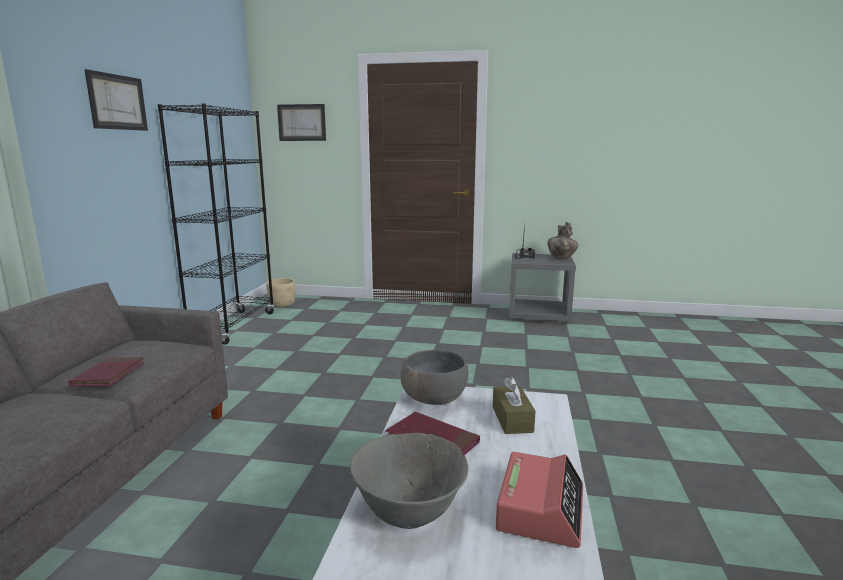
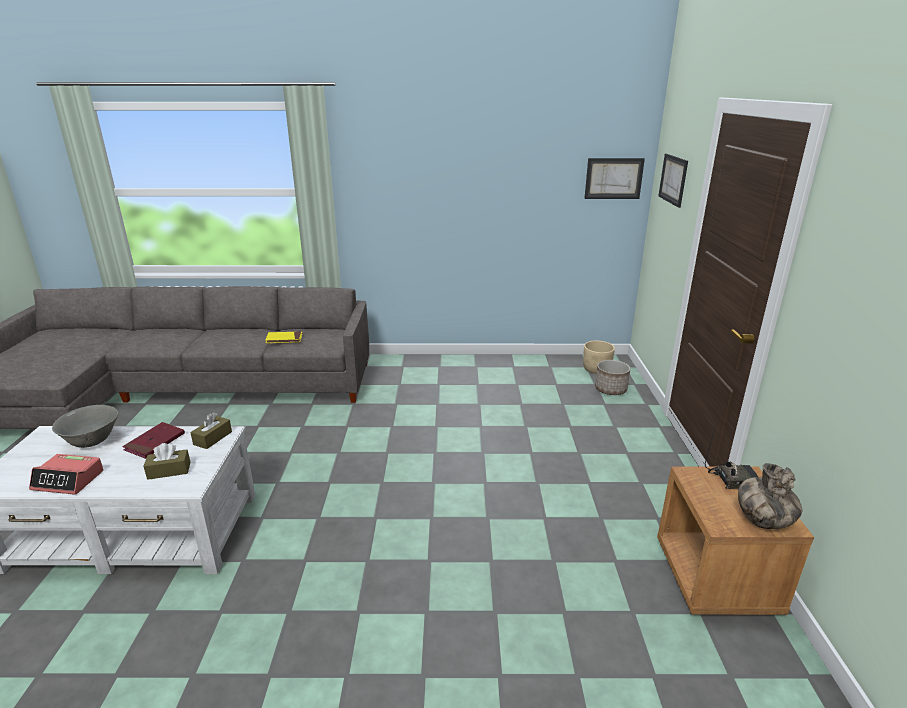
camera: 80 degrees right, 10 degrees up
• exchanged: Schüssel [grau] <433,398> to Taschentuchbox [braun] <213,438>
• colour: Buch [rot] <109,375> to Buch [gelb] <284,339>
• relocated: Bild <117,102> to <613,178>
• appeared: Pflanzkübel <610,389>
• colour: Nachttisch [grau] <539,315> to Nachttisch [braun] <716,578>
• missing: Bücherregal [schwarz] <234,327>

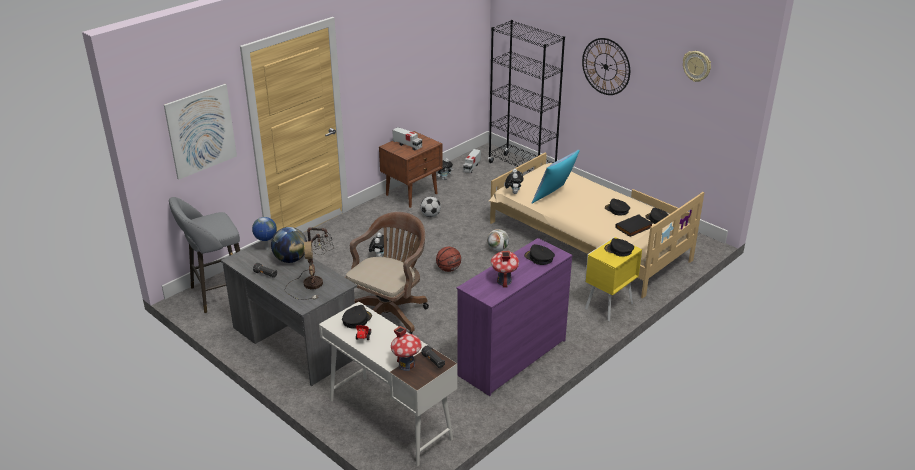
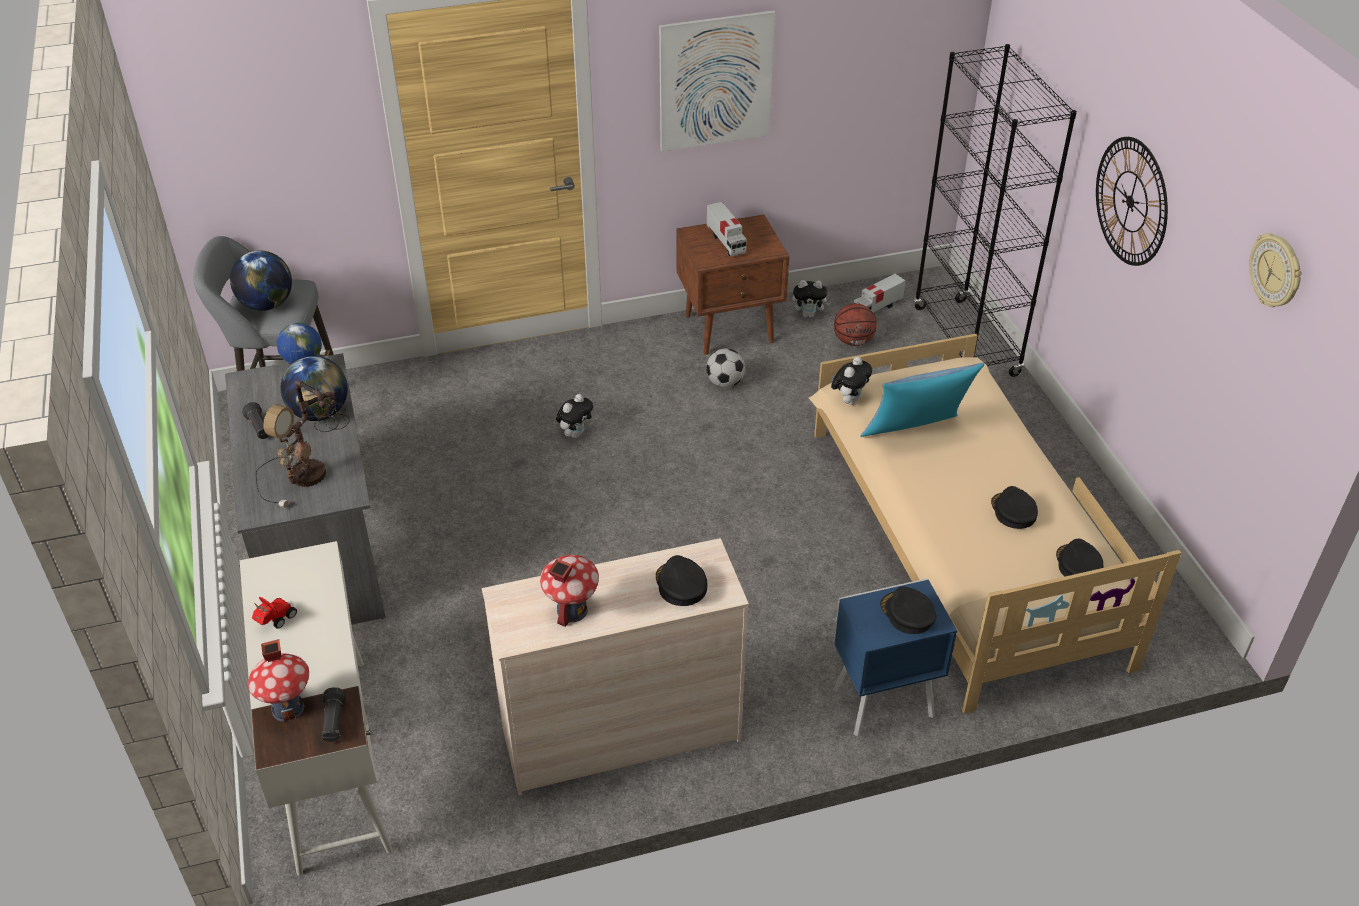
camera: 30 degrees right, 10 degrees up
• appeared: Globus <267,304>
• colour: Kommode [lila] <511,357> to Kommode [beige] <620,733>
• relocated: Bild <201,131> to <715,81>
• colour: Nachttisch [gelb] <607,306> to Nachttisch [blau] <880,703>
• relocated: Basketball <448,269> to <853,341>
• missing: Kappe [schwarz] <356,319>
• missing: Bürostuhl [braun] <389,313>
• missing: Fußball <497,249>
• missing: Buch [schwarz] <634,228>

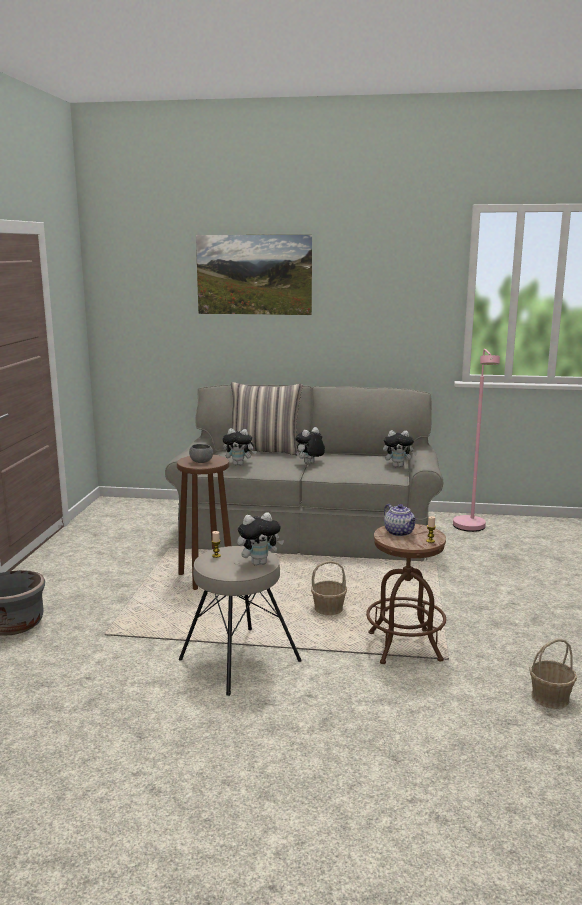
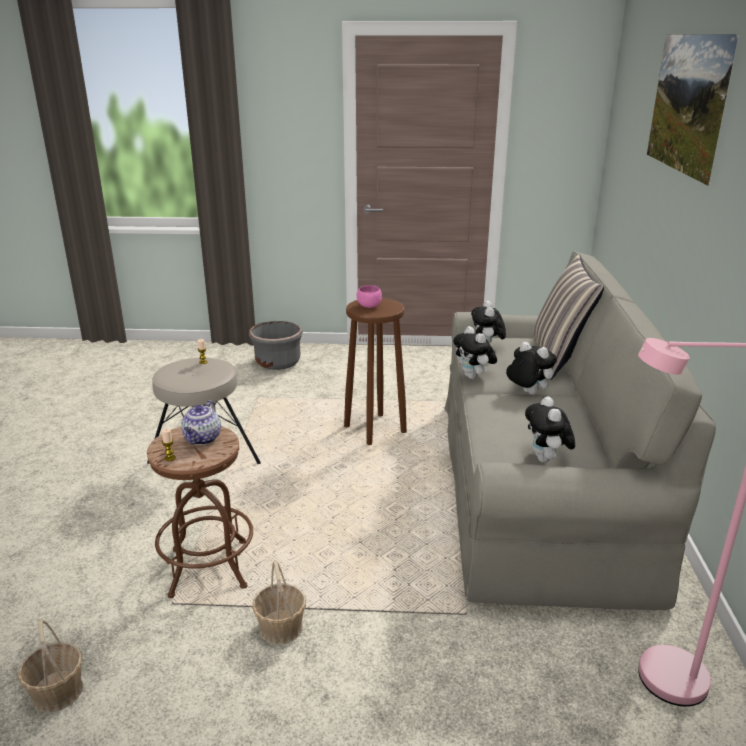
camera: 85 degrees right, 10 degrees up
• spun: Teekanne <400,532> = <202,439> 45 degrees counterclockwise
• relocated: Korb <329,609> to <281,628>
• colour: Schüssel [grau] <201,462> to Schüssel [rosa] <369,306>
• relocated: Plüschtier <259,563> to <473,377>

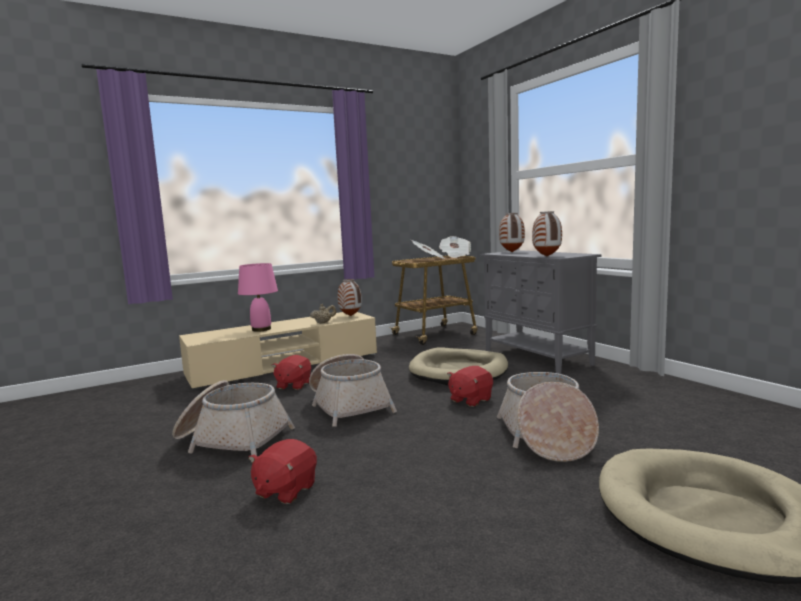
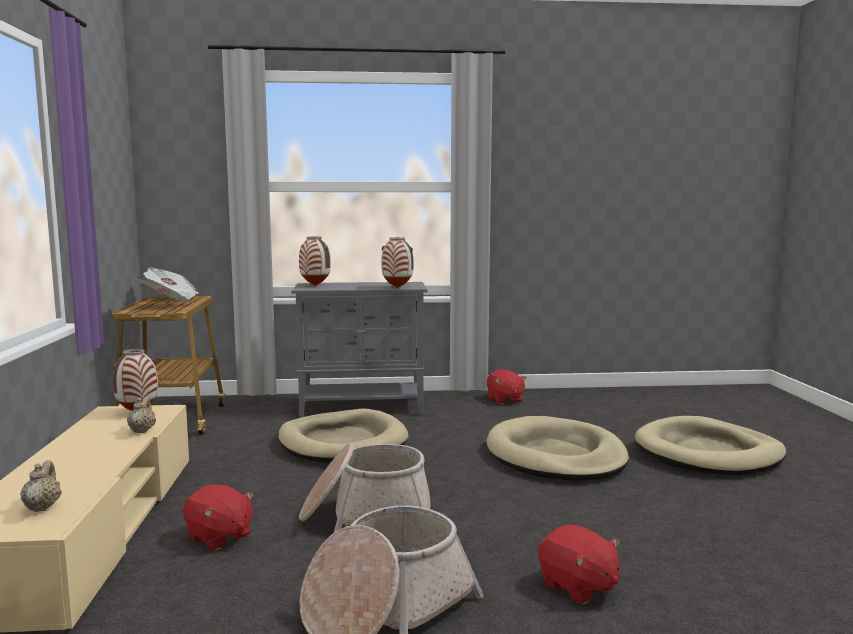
camera: 65 degrees left, 0 degrees up
• appeared: Teekanne [beige] <42,507>
• relocated: Plüschtier [rot] <470,400> to <504,400>
• exchanged: Korb <546,436> to Hundebett [beige] <555,456>
• missing: Tischlampe [rosa] <261,329>

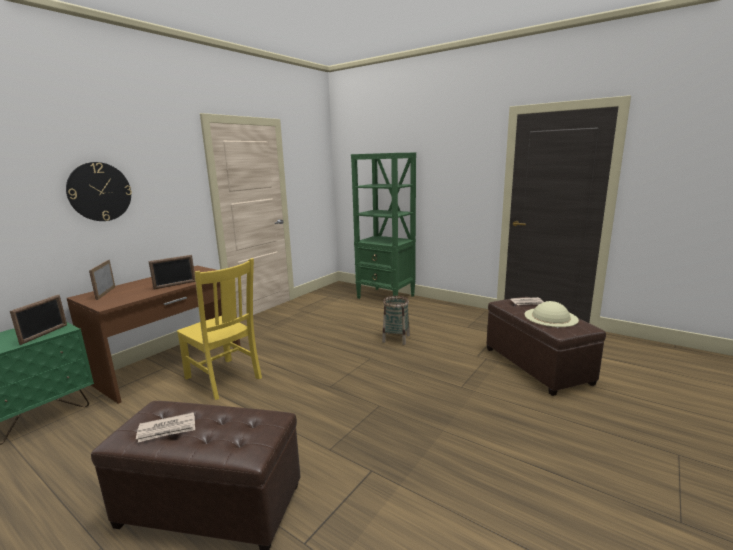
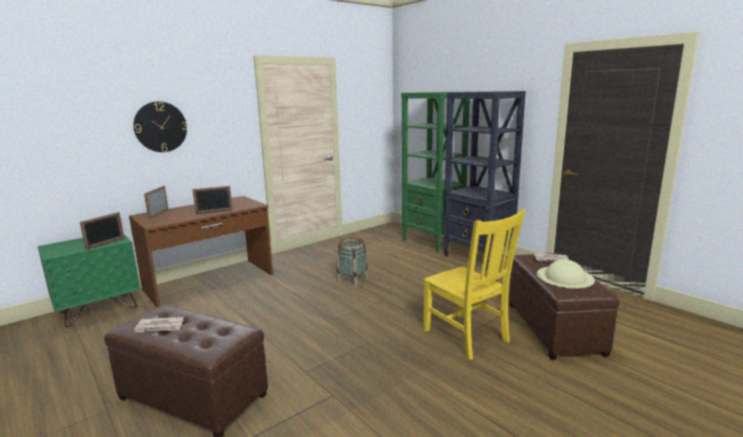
camera: 15 degrees right, 0 degrees up
• relocated: Korb <396,338> to <352,280>
• relocated: Stuhl [gelb] <224,379> to <467,337>
• appeared: Bücherregal [schwarz] <478,258>

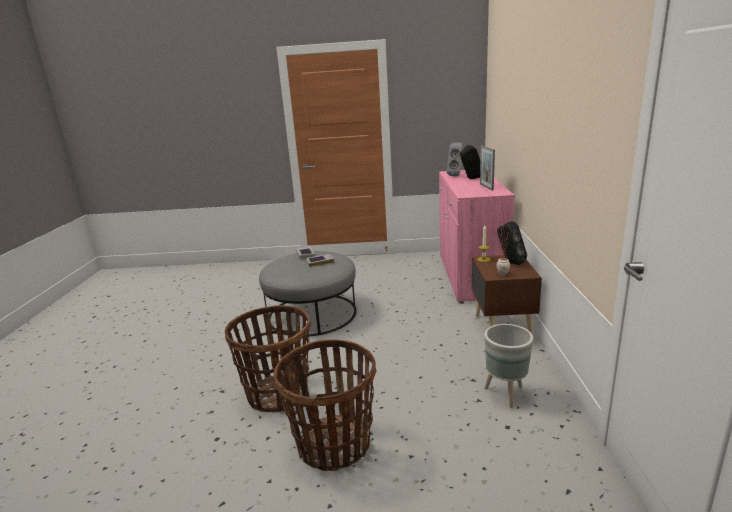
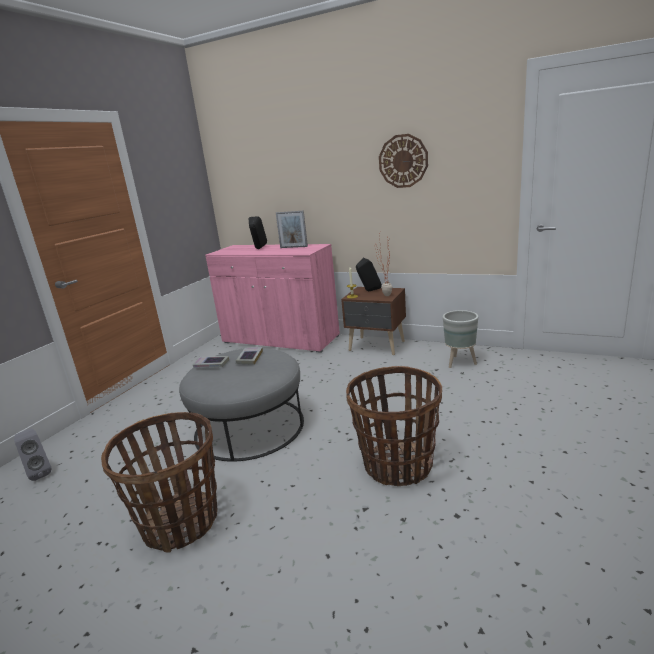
camera: 65 degrees left, 0 degrees up
• relocated: Lautsprecher [grau] <456,175> to <39,473>
• relocated: Korb <333,445> to <180,522>
• appeared: Wanduhr <403,161>

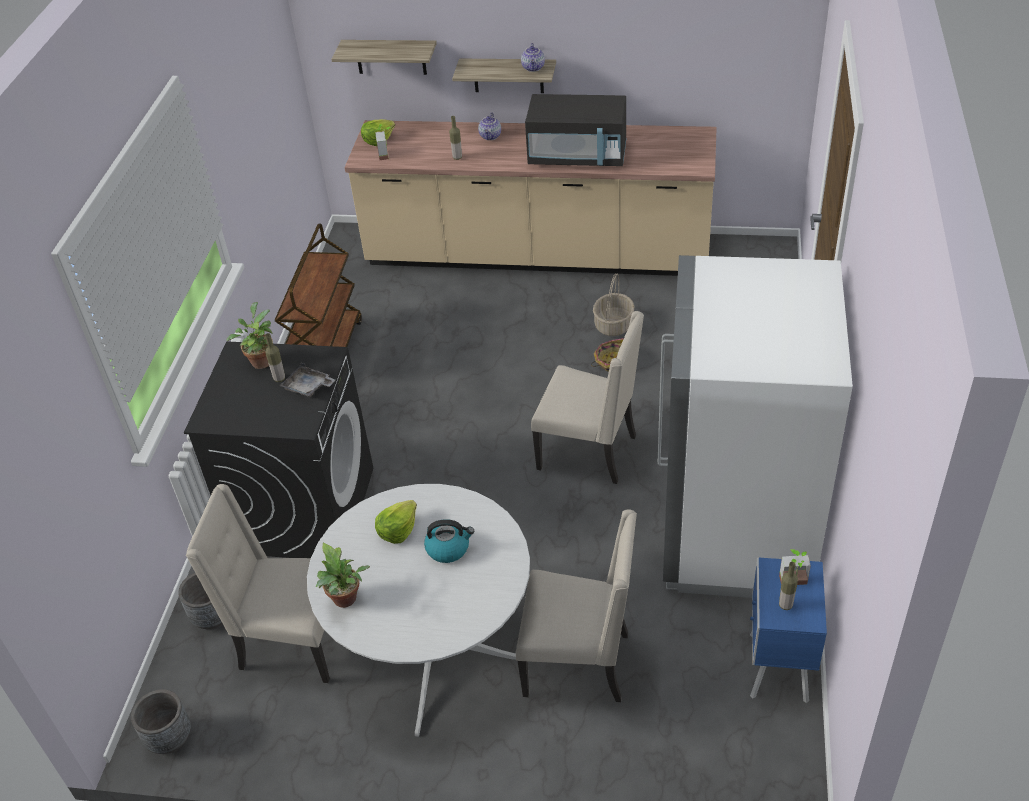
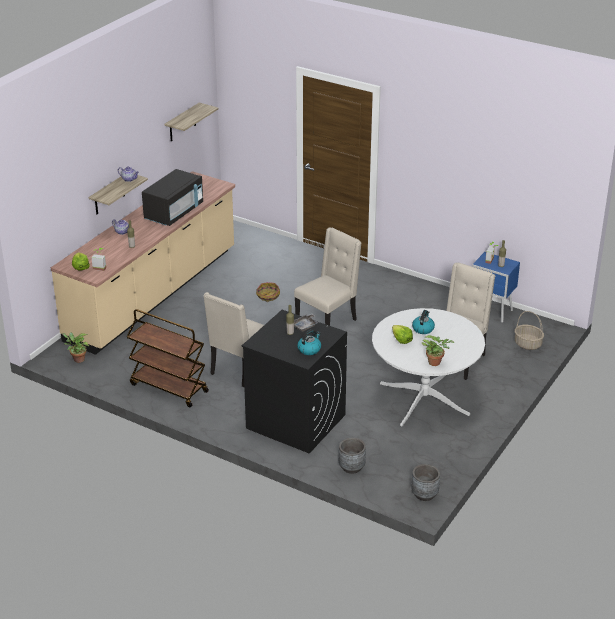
camera: 70 degrees left, 10 degrees down
• relocated: Topfpflanze <261,360> to <77,359>
• relocated: Wandregal <390,57> to <182,123>
• relocated: Stuhl [beige] <292,641> to <240,369>
• appeared: Wasserkessel <309,349>
• relocated: Korb <613,325> to <527,344>
• missing: Kühlschrank [weiß] <736,532>

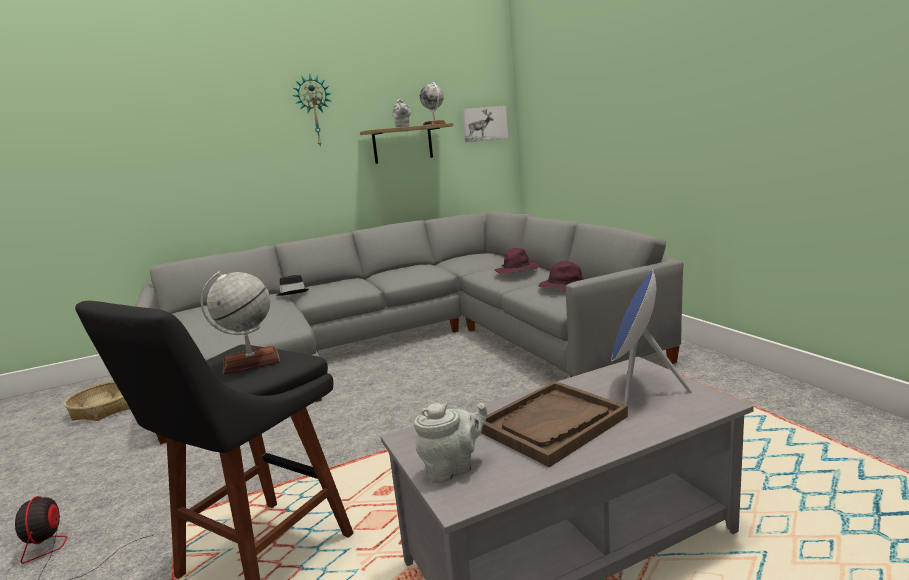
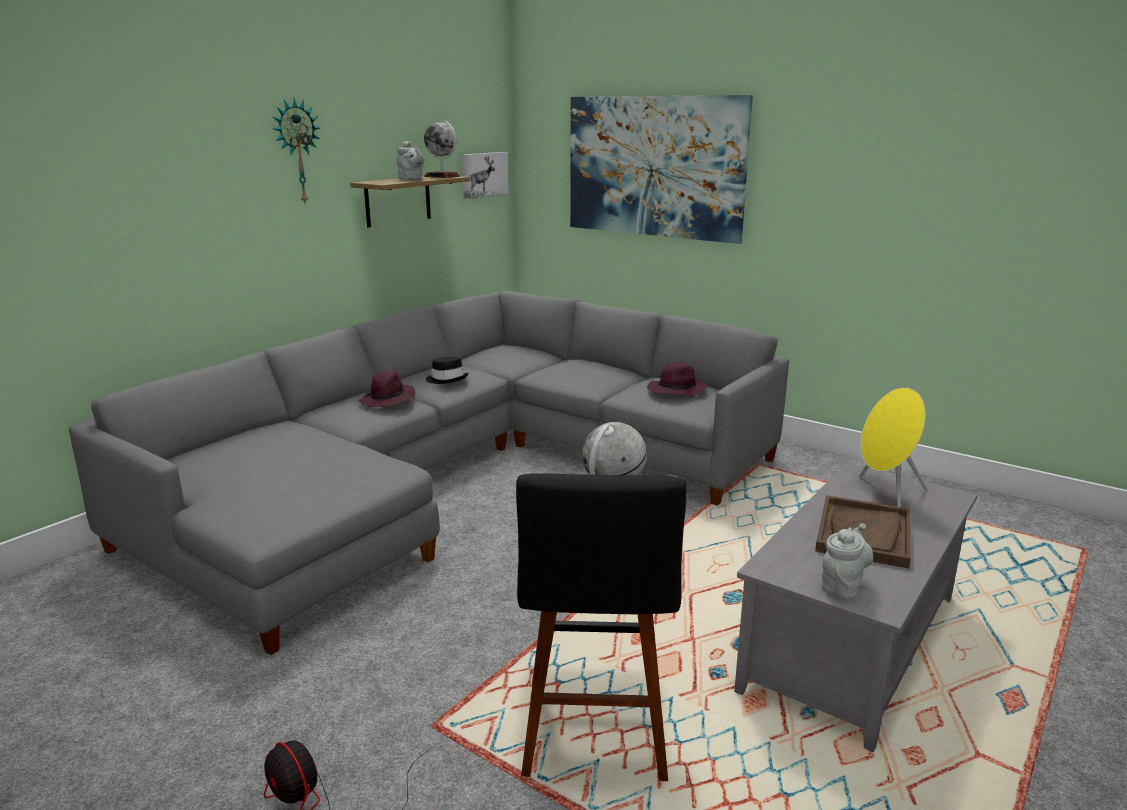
camera: 30 degrees left, 5 degrees up
• relocated: Hut [lila] <516,271> to <388,400>
• relocated: Hut [schwarz] <293,293> to <446,379>
• appeared: Bild <654,167>
• colour: Lautsprecher [blau] <638,389> to Lautsprecher [gelb] <886,493>
• missing: Korb <105,408>

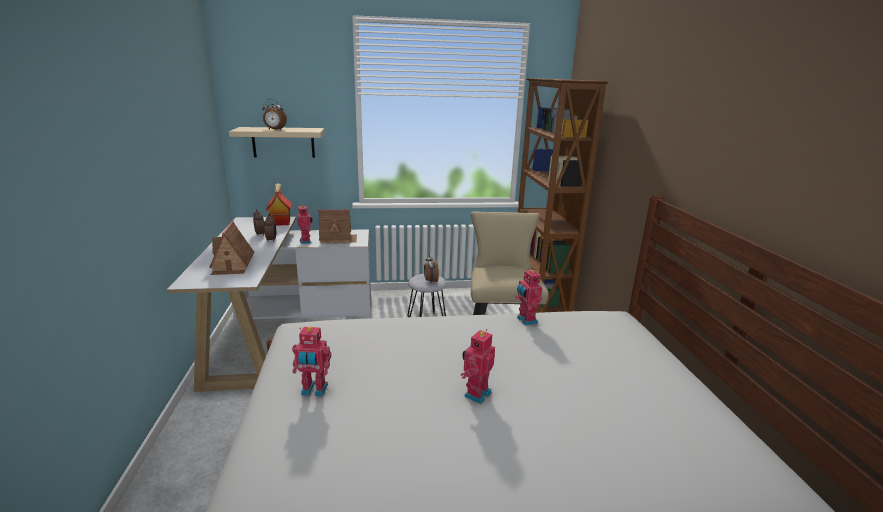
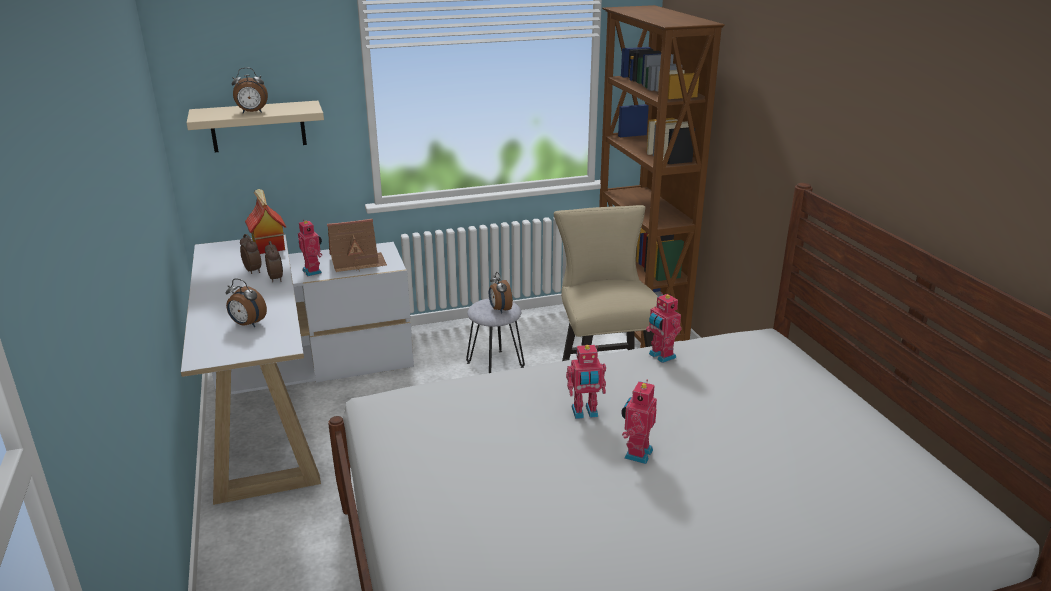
camera: 10 degrees left, 5 degrees up
• exchanged: Spielzeughaus <232,265> to Wecker <247,324>
• relocated: Spielzeugroboter <314,391> to <585,413>

